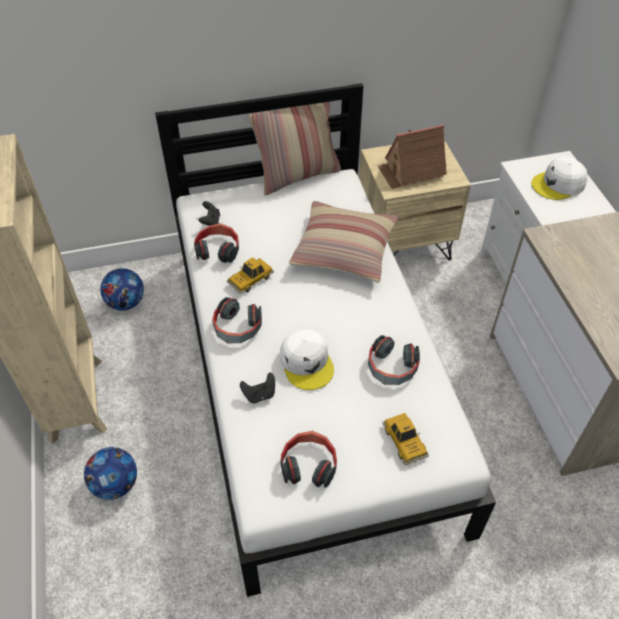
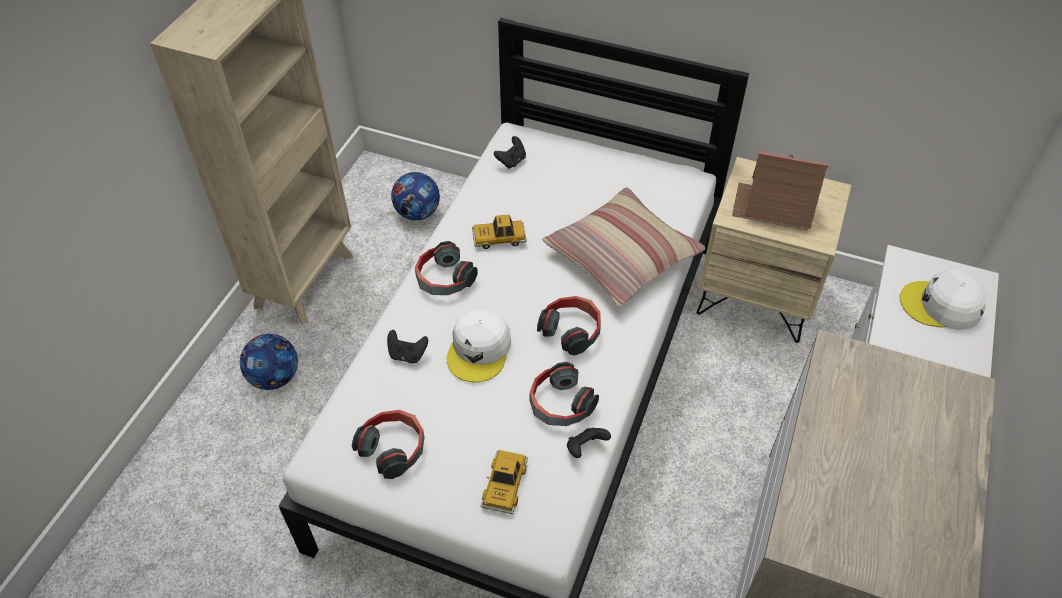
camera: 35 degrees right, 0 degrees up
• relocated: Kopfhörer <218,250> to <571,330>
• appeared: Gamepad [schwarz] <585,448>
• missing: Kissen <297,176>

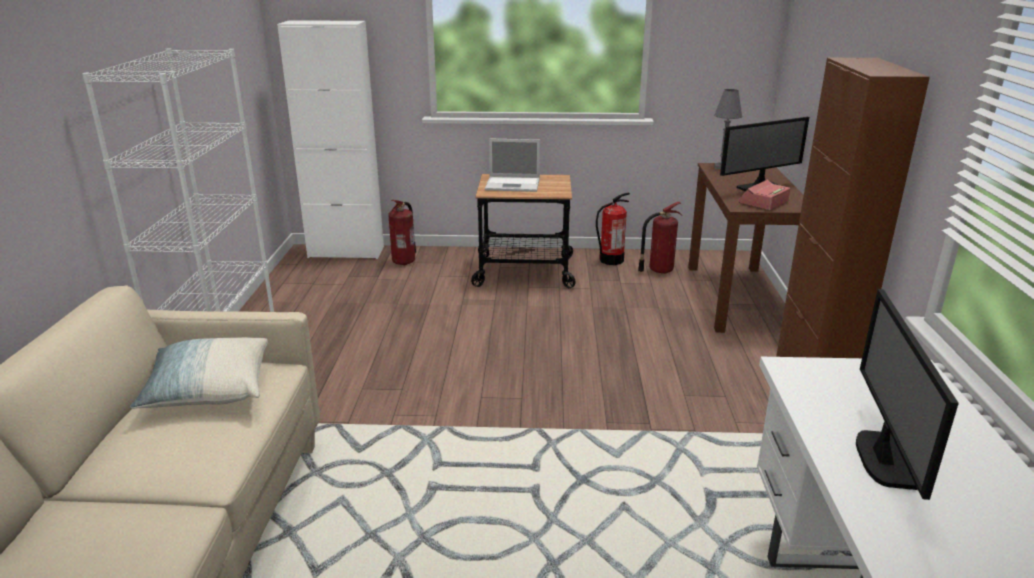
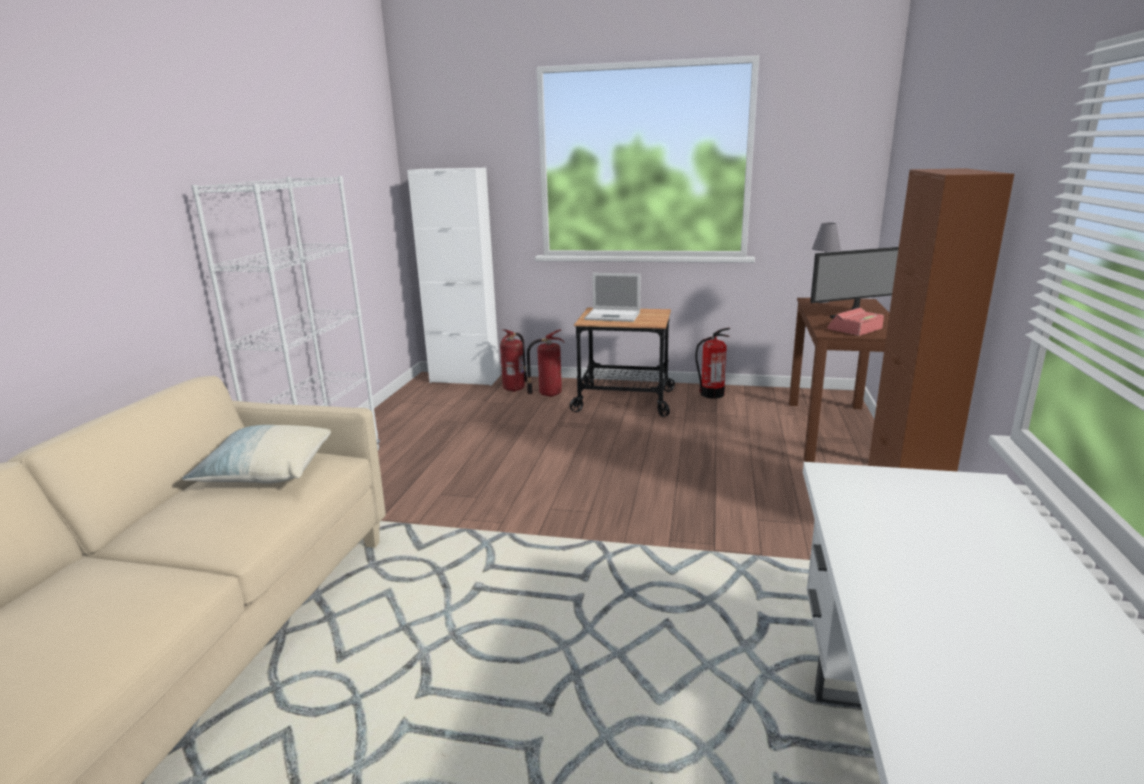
camera: 10 degrees right, 5 degrees down
• relocated: Feuerlöscher <659,270> to <548,394>
• missing: Monitor <882,459>

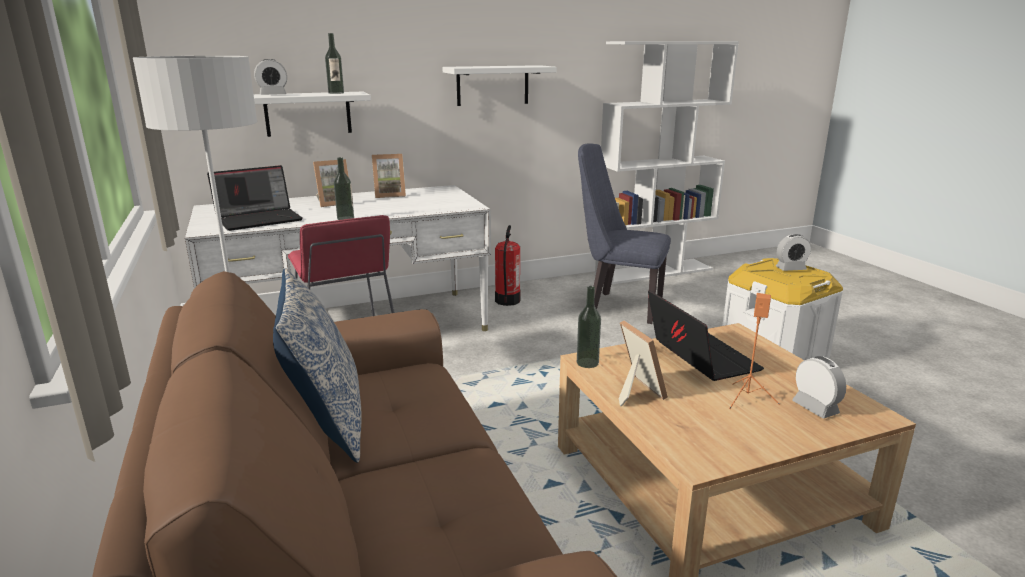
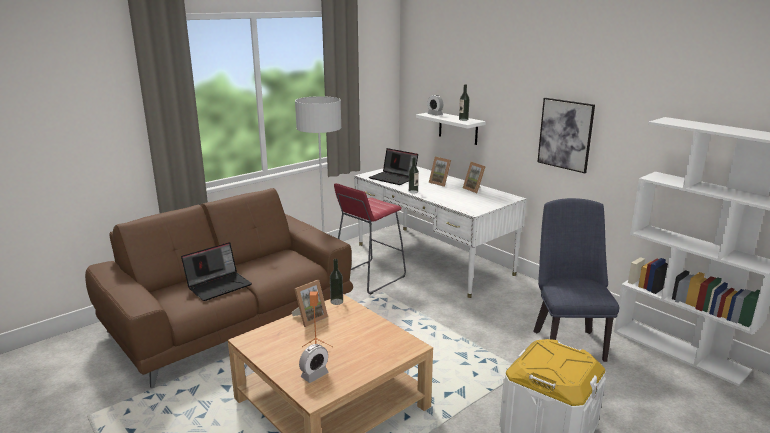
camera: 70 degrees right, 0 degrees up
• relocated: Laptop <699,357> to <219,285>
• exchanged: Wandregal [weiß] <492,85> to Bild <565,134>
• missing: Kissen <326,423>
• missing: Feuerlöscher <507,301>
• missing: Wecker <790,268>

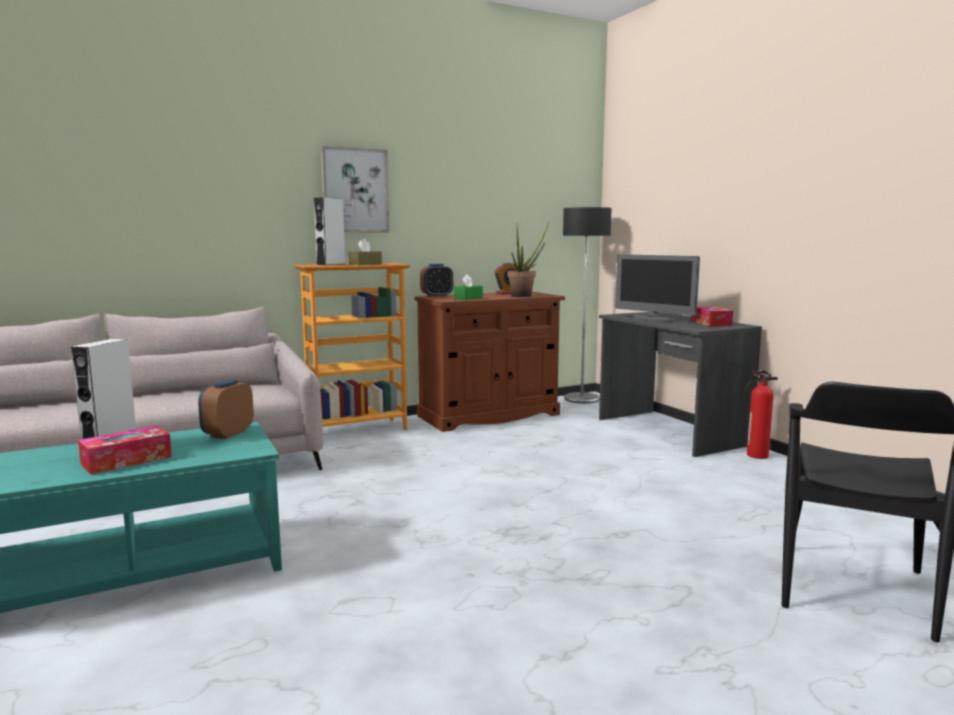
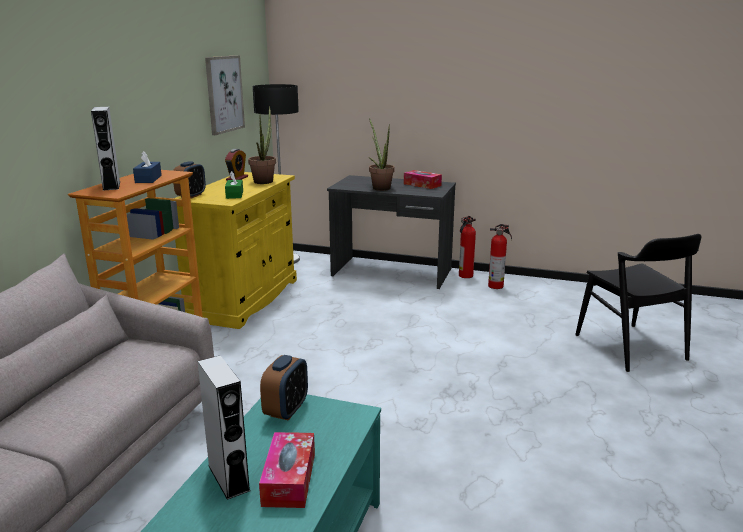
camera: 45 degrees left, 10 degrees up
• colour: Taschentuchbox [braun] <365,264> to Taschentuchbox [blau] <148,179>
• colour: Schrank [braun] <489,415> to Schrank [gelb] <244,299>
• relocated: Bild <355,190> to <224,94>
• spun: Wecker <228,433> = <286,410> 135 degrees counterclockwise
• exchanged: Monitor <654,319> to Topfpflanze <379,187>
• appeared: Feuerlöscher <497,286>

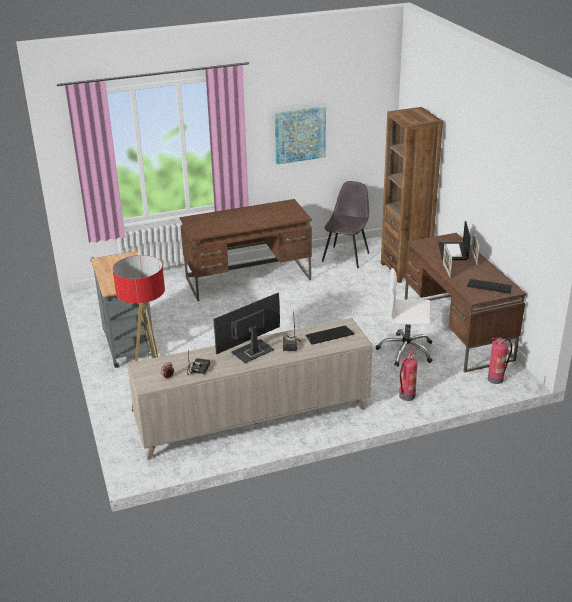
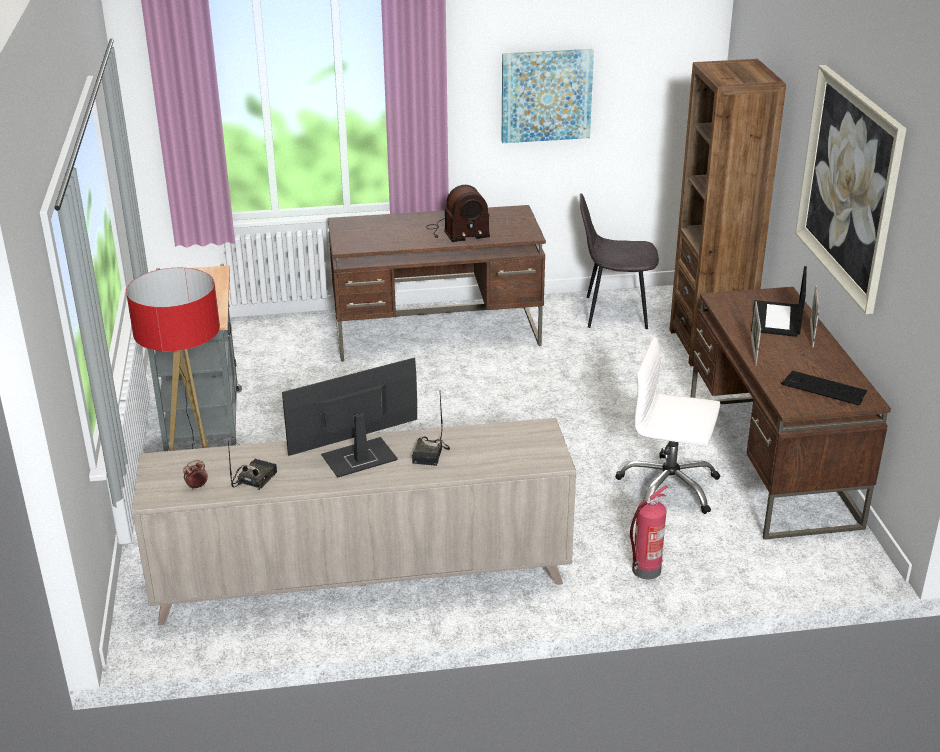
camera: 10 degrees right, 0 degrees up
• appeared: Radio <457,232>
• spun: Stuhl [grau] <346,256> = <613,312> 120 degrees counterclockwise
• appeared: Bild <849,186>
• missing: Tastatur <329,335>
• missing: Feuerlöscher <496,379>

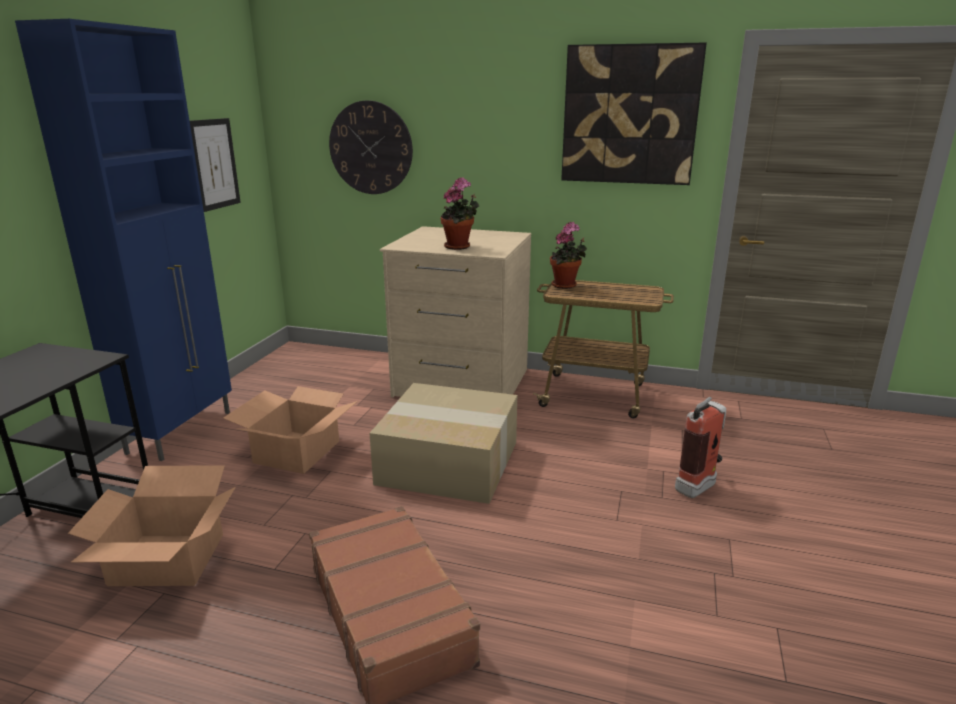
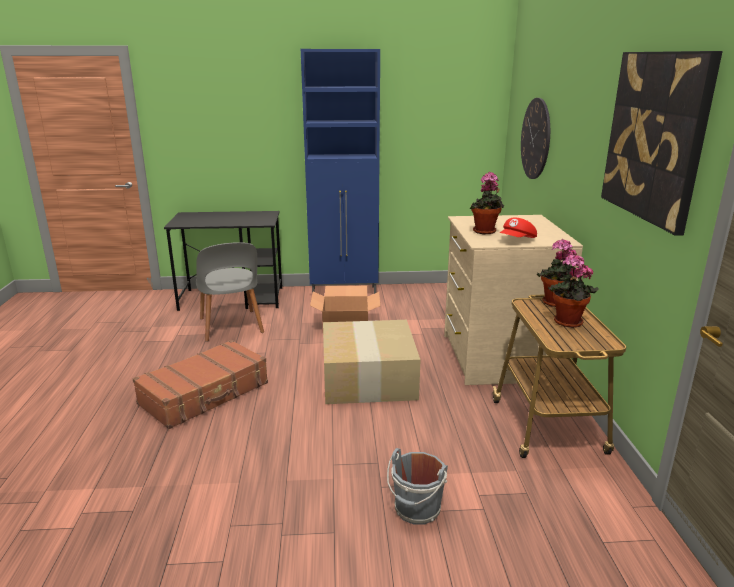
camera: 70 degrees right, 0 degrees up
• exchanged: Karton <167,560> to Stuhl [grau] <231,327>
• exchanged: Feuerlöscher <700,485> to Eimer [grau] <416,510>
• appeared: Kappe [rot] <517,240>
• appeared: Topfpflanze <566,323>
• missing: Bild <215,164>

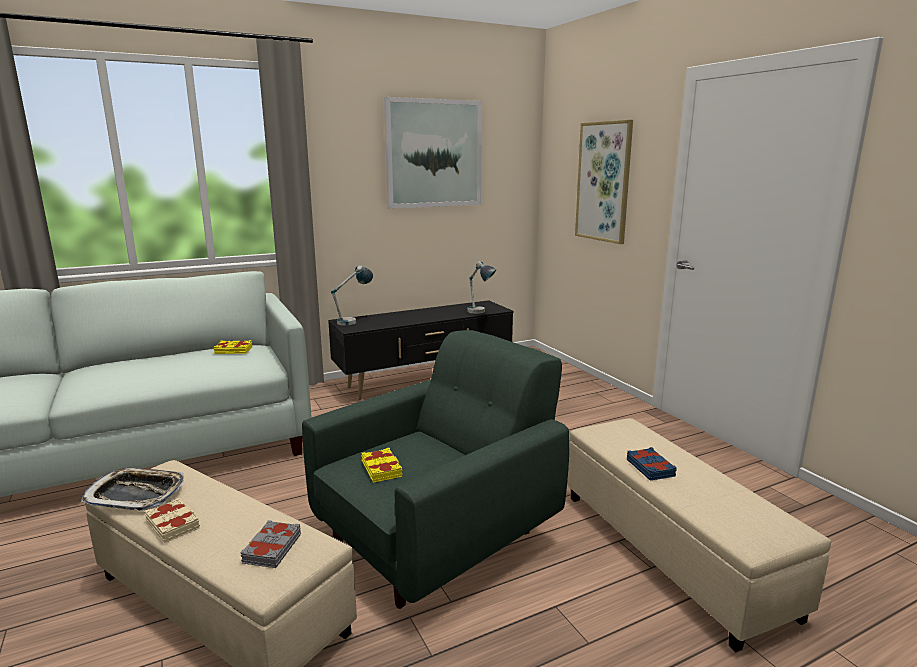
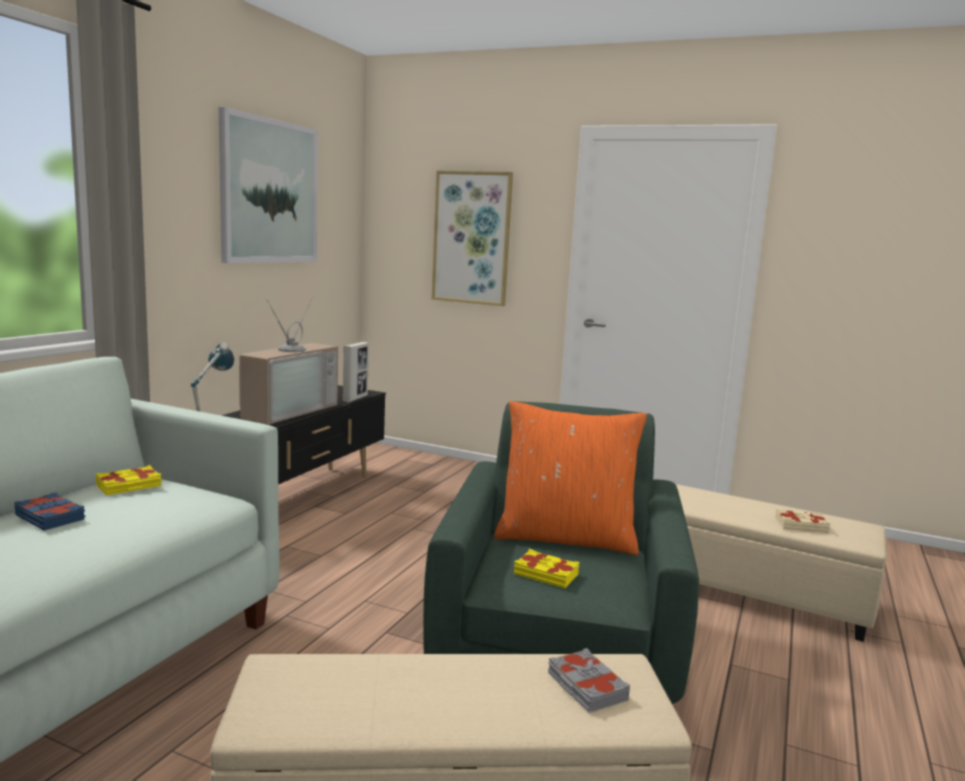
camera: 40 degrees left, 5 degrees down
• relocated: Buch [blau] <651,468> to <51,517>
• appeared: Fernseher <286,410>
• exchanged: Tischlampe <480,313> to Bilderrahmen <355,398>
• appeared: Kissen [orange] <566,538>
• relocated: Buch [beige] <173,524> to <800,525>
• missing: Tablett <136,494>

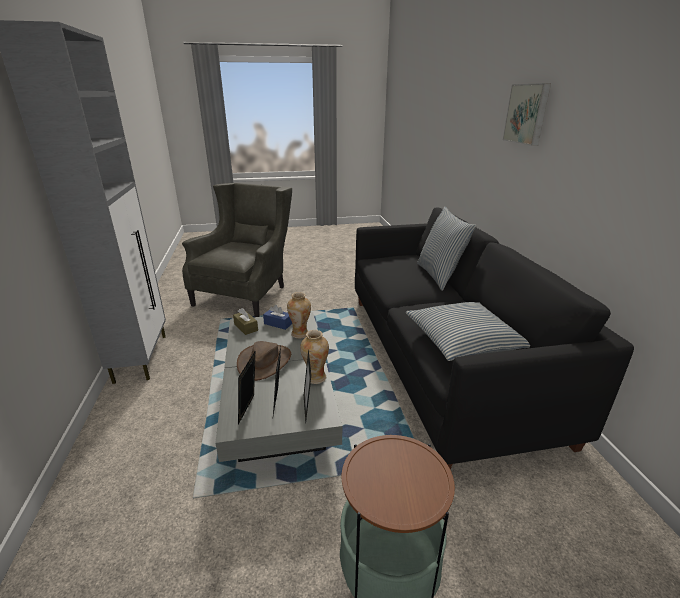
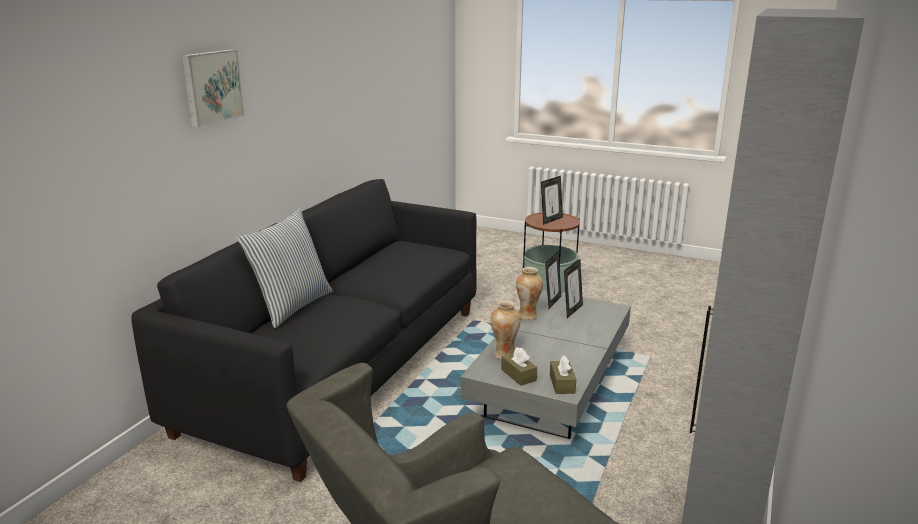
camera: 145 degrees left, 5 degrees down
• colour: Taschentuchbox [blau] <278,323> to Taschentuchbox [braun] <518,375>
• relocated: Bilderrahmen <249,410> to <550,220>
• missing: Hut [braun] <264,361>
• missing: Kissen <463,340>

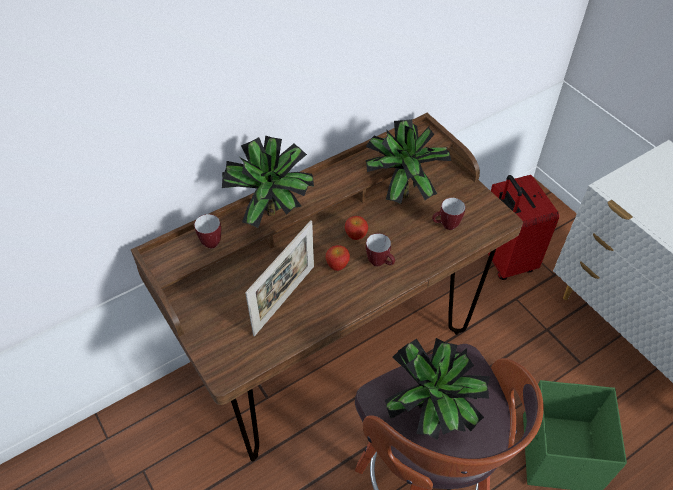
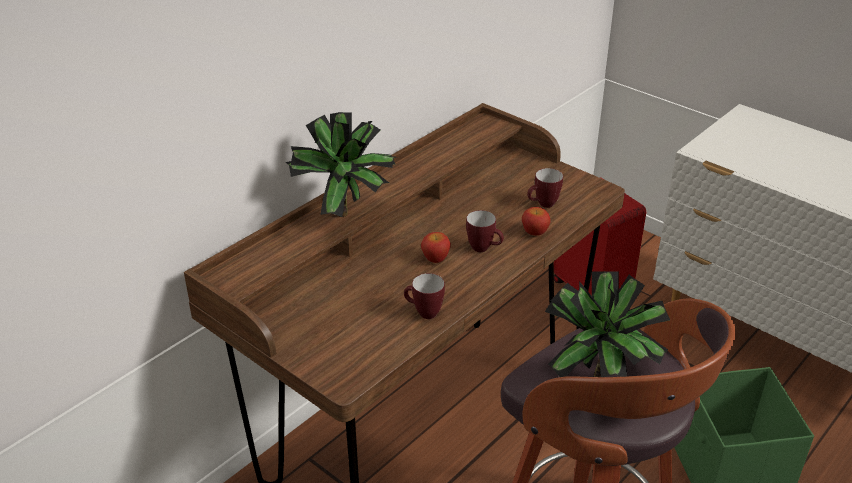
camera: 15 degrees left, 15 degrees down
• relocated: Henkelbecher <208,242> to <423,313>
• relocated: Apfel <356,235> to <534,232>
• missing: Bilderrahmen <284,299>
• missing: Topfpflanze <401,192>

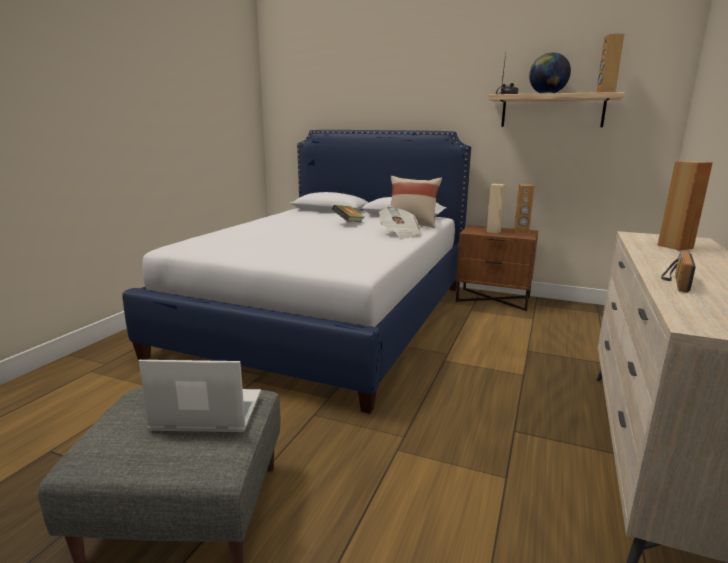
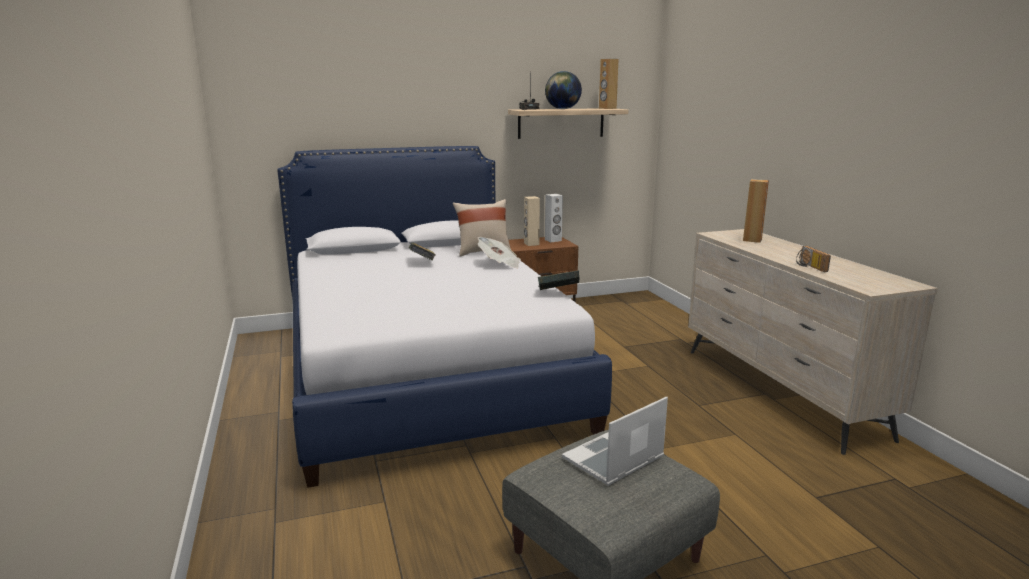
camera: 40 degrees left, 0 degrees up
• appeared: Buch <558,293>
• colour: Lautsprecher [braun] <521,232> to Lautsprecher [weiß] <553,240>

